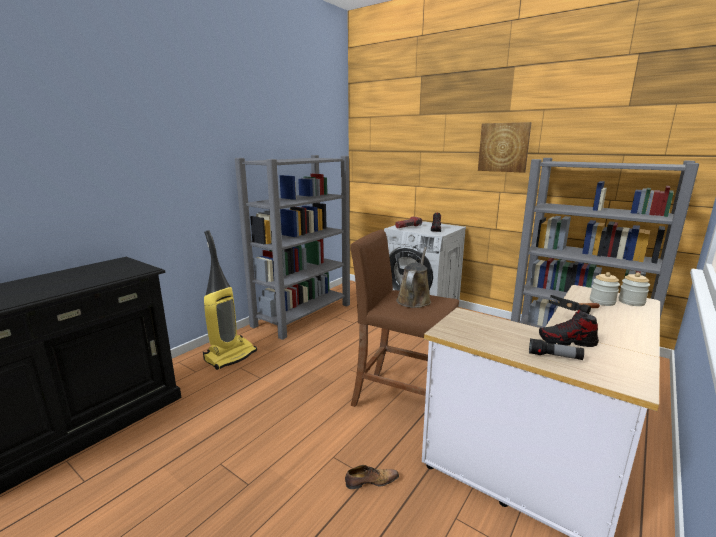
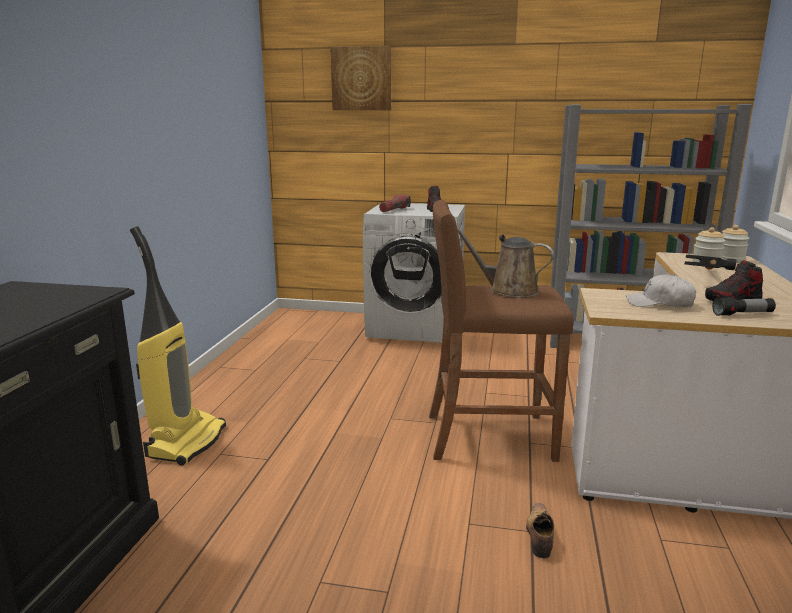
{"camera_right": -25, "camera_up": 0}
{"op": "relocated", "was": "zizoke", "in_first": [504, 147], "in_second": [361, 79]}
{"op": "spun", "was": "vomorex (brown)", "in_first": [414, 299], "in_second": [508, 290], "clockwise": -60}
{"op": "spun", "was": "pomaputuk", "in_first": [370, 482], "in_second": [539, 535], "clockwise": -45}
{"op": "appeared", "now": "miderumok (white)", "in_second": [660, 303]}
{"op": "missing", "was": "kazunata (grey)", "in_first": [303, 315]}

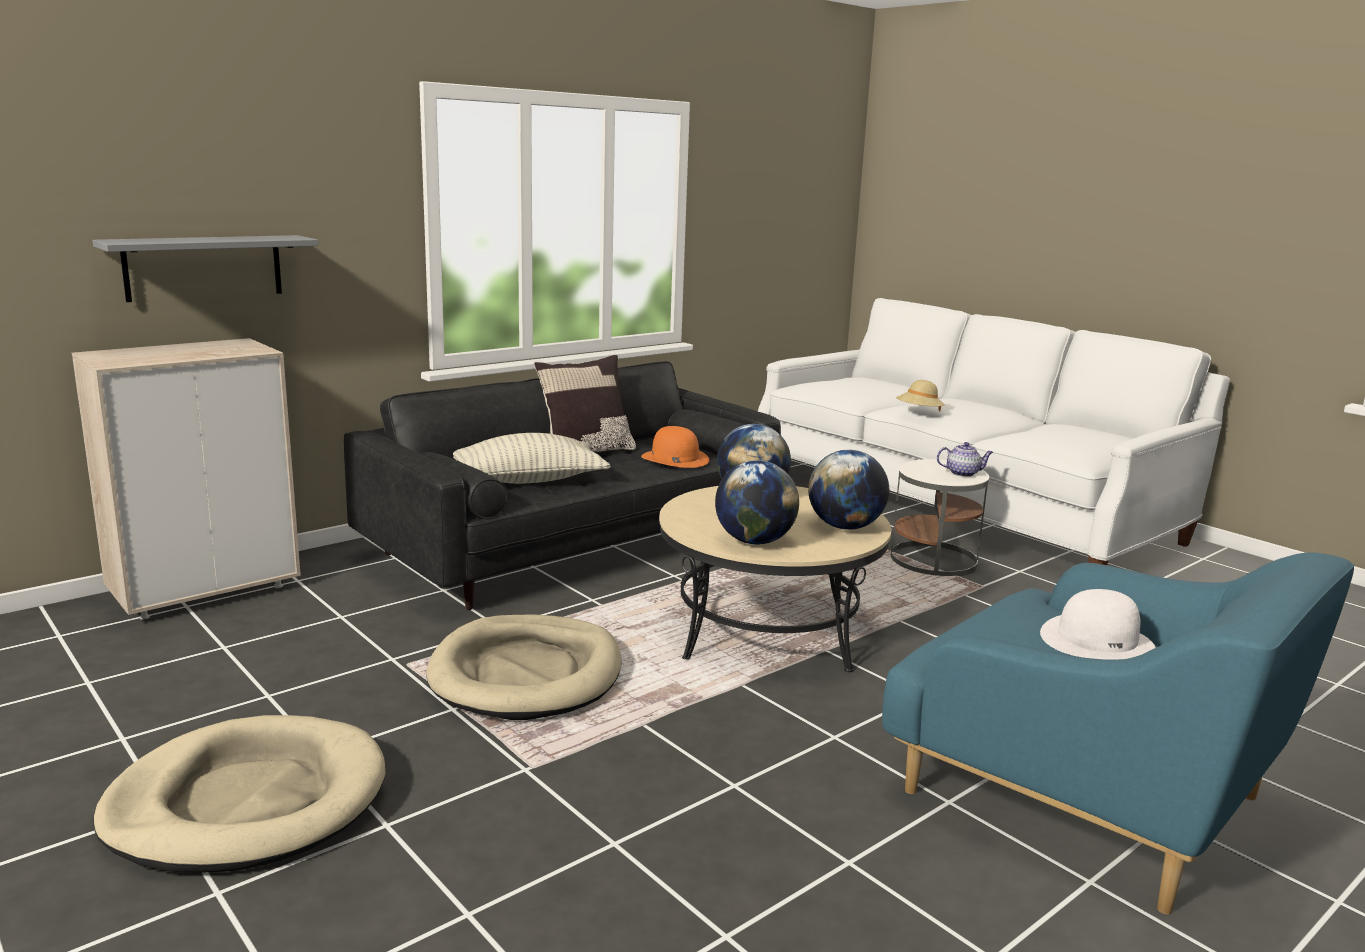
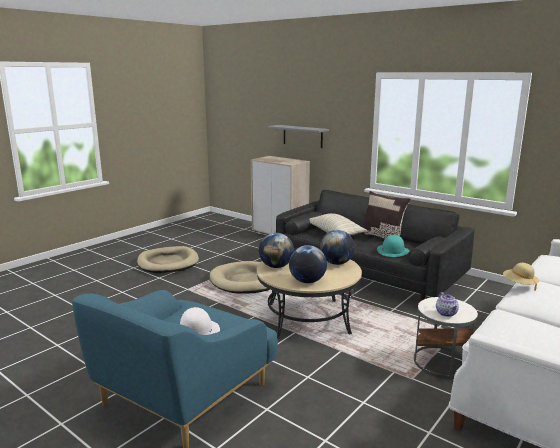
{"camera_right": 80, "camera_up": 0}
{"op": "colour", "was": "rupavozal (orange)", "now": "rupavozal (turquoise)", "in_first": [674, 458], "in_second": [392, 251]}

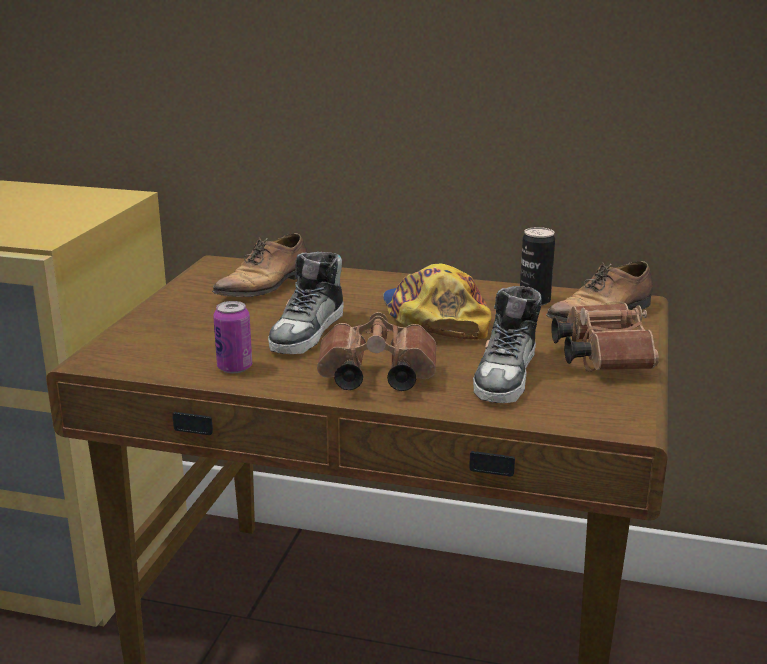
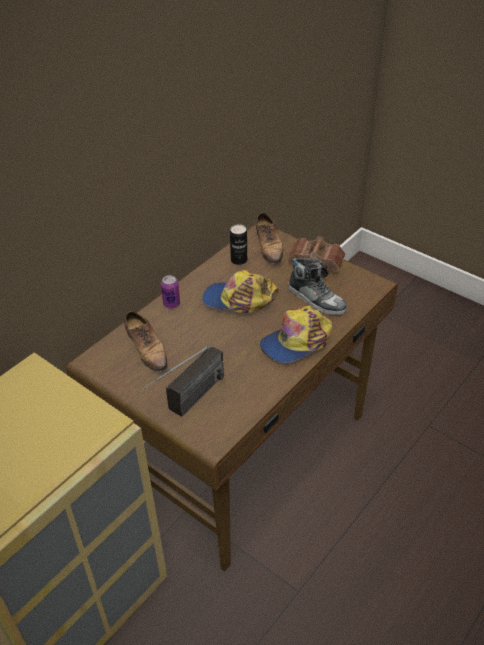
{"camera_right": -65, "camera_up": 20}
{"op": "appeared", "now": "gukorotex", "in_second": [186, 404]}
{"op": "relocated", "was": "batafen", "in_first": [234, 368], "in_second": [171, 304]}
{"op": "exchanged", "was": "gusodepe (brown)", "now": "miderumok", "in_first": [373, 378], "in_second": [296, 341]}
{"op": "missing", "was": "pomaputuk", "in_first": [308, 332]}

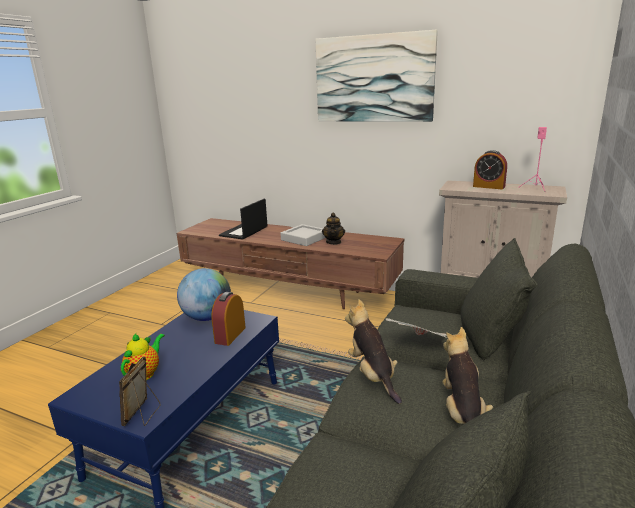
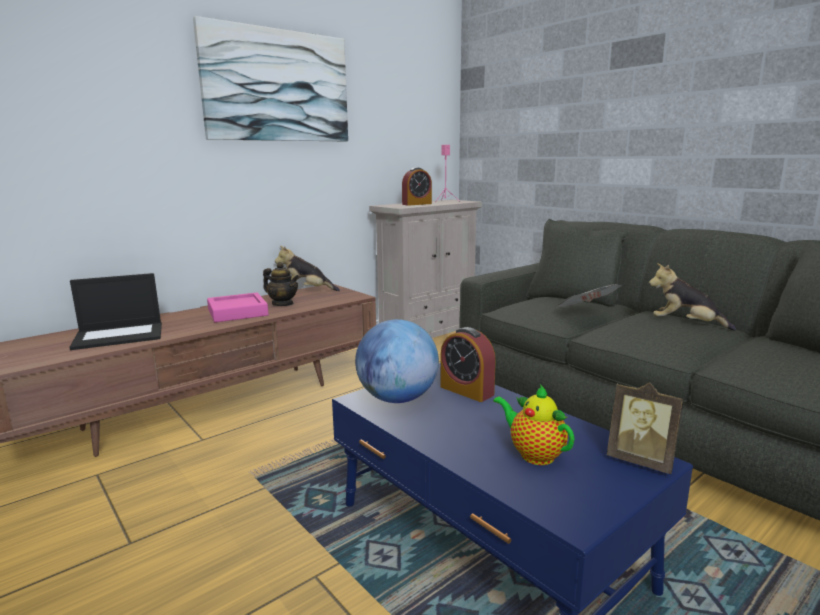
{"camera_right": -65, "camera_up": -5}
{"op": "spun", "was": "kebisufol", "in_first": [244, 232], "in_second": [120, 335], "clockwise": -75}
{"op": "colour", "was": "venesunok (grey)", "now": "venesunok (pink)", "in_first": [304, 238], "in_second": [237, 312]}
{"op": "relocated", "was": "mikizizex", "in_first": [372, 375], "in_second": [307, 291]}

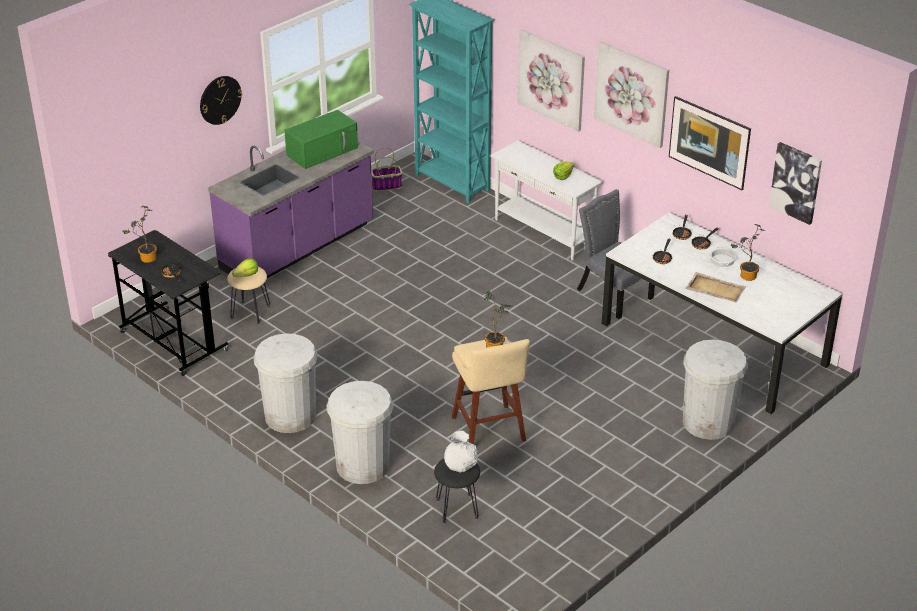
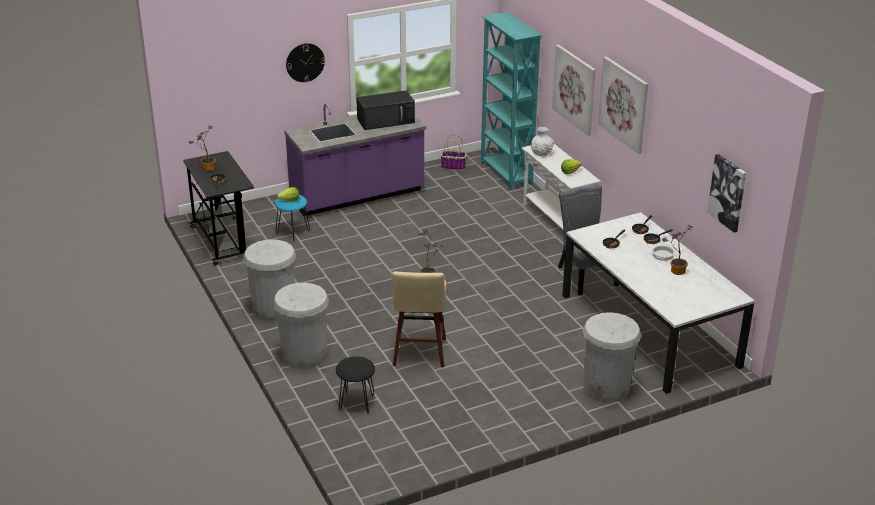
{"camera_right": 20, "camera_up": -5}
{"op": "colour", "was": "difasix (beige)", "now": "difasix (turquoise)", "in_first": [250, 312], "in_second": [293, 233]}
{"op": "colour", "was": "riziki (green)", "now": "riziki (black)", "in_first": [323, 151], "in_second": [386, 120]}
{"op": "relocated", "was": "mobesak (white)", "in_first": [461, 466], "in_second": [542, 153]}
{"op": "missing", "was": "zizoke", "in_first": [707, 157]}
{"op": "missing", "was": "venesunok (beige)", "in_first": [714, 289]}

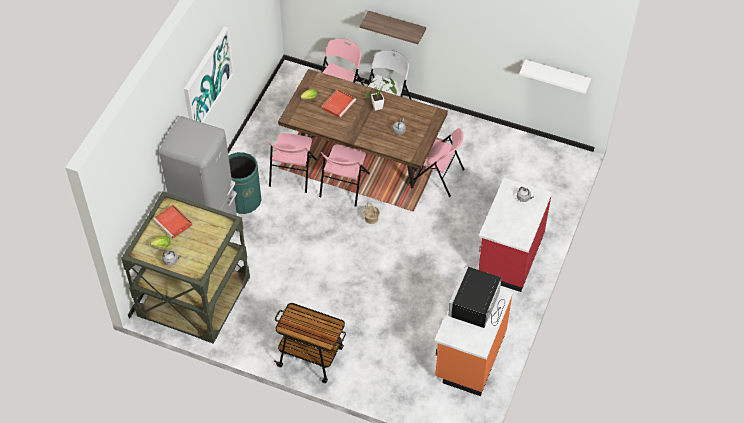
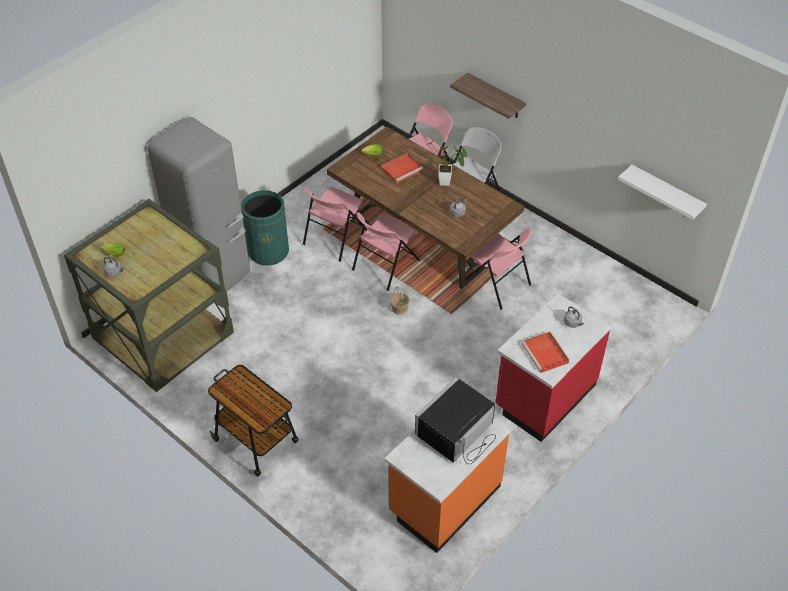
{"camera_right": 20, "camera_up": -5}
{"op": "relocated", "was": "venesunok (red)", "in_first": [173, 223], "in_second": [545, 354]}
{"op": "missing", "was": "zizoke", "in_first": [207, 80]}

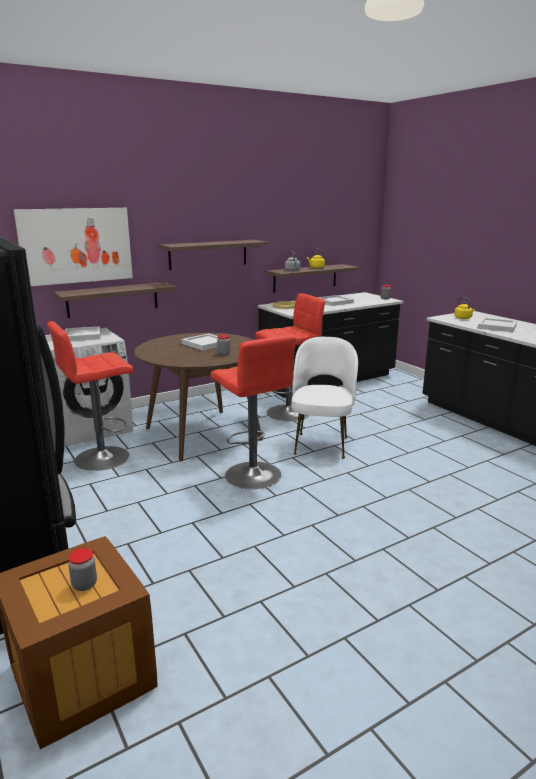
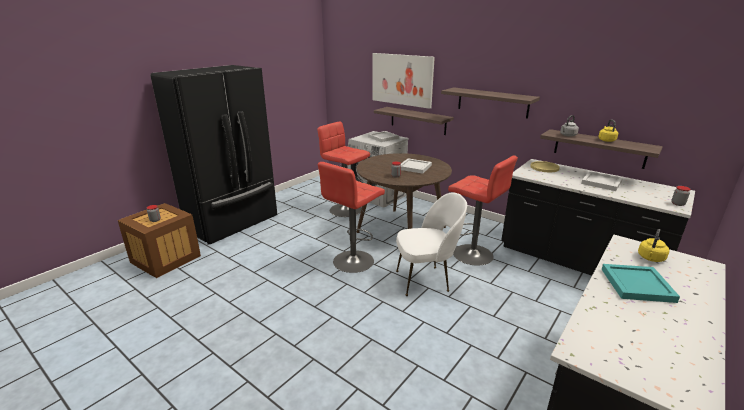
{"camera_right": 70, "camera_up": 5}
{"op": "colour", "was": "venesunok (white)", "now": "venesunok (turquoise)", "in_first": [496, 326], "in_second": [637, 284]}

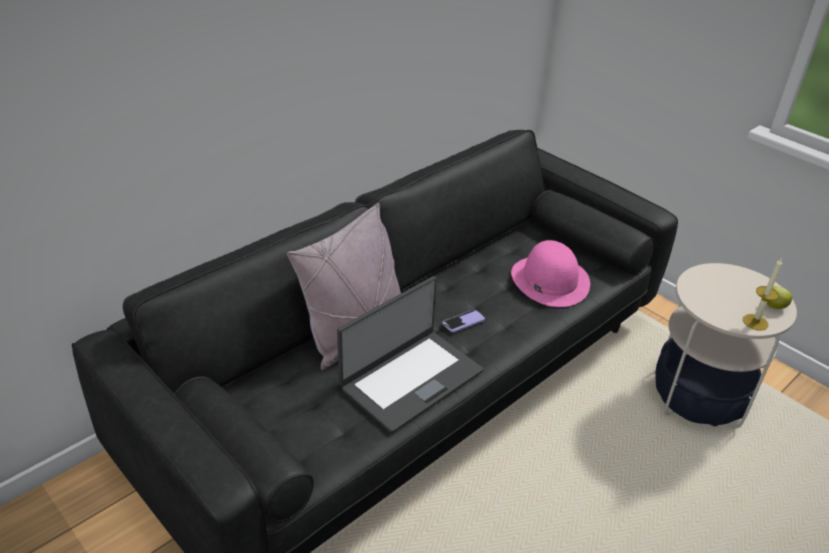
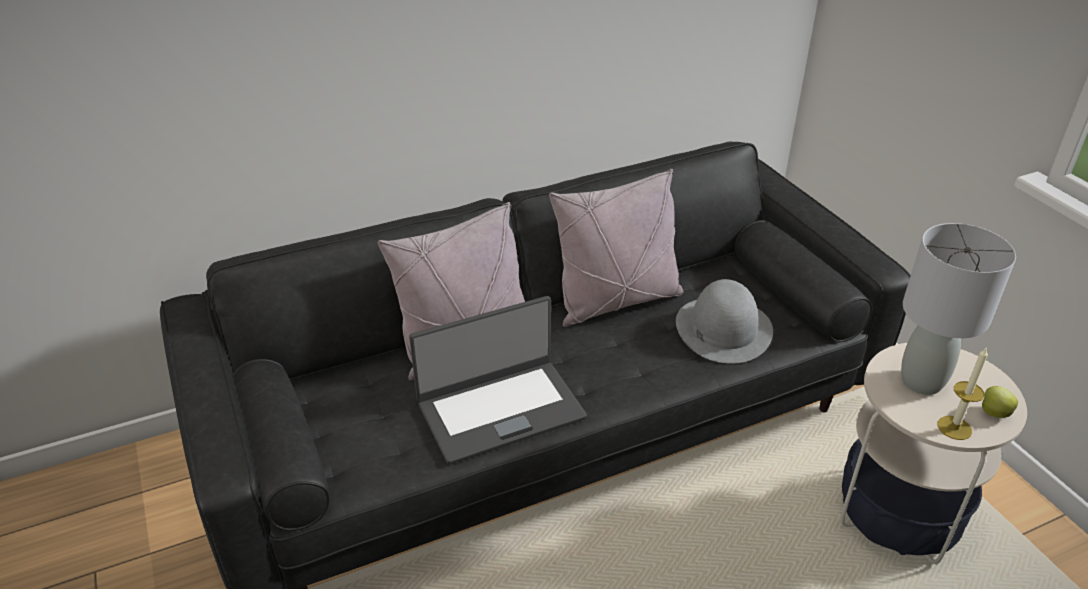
{"camera_right": 20, "camera_up": 0}
{"op": "appeared", "now": "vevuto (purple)", "in_second": [617, 301]}
{"op": "colour", "was": "rupavozal (pink)", "now": "rupavozal (grey)", "in_first": [549, 280], "in_second": [723, 328]}
{"op": "appeared", "now": "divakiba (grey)", "in_second": [921, 382]}
{"op": "missing", "was": "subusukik", "in_first": [463, 322]}

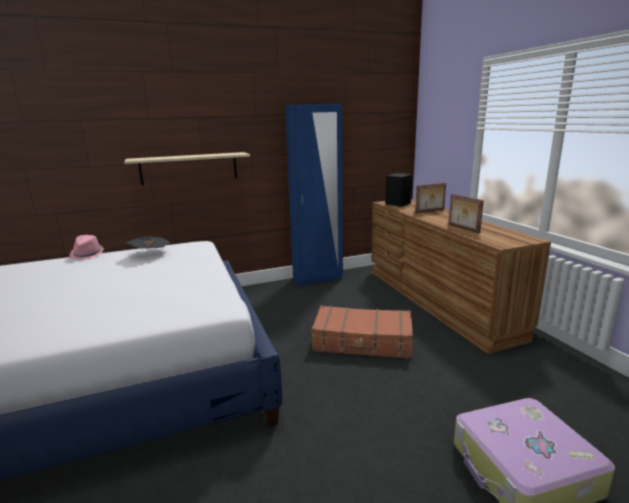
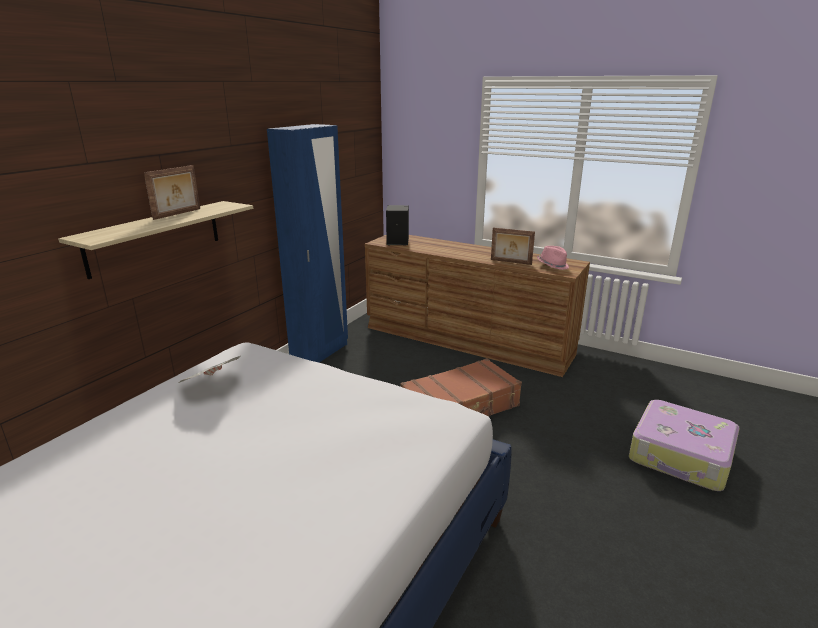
{"camera_right": -40, "camera_up": 5}
{"op": "relocated", "was": "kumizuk", "in_first": [430, 211], "in_second": [178, 214]}
{"op": "relocated", "was": "rupavozal (pink)", "in_first": [88, 255], "in_second": [552, 265]}

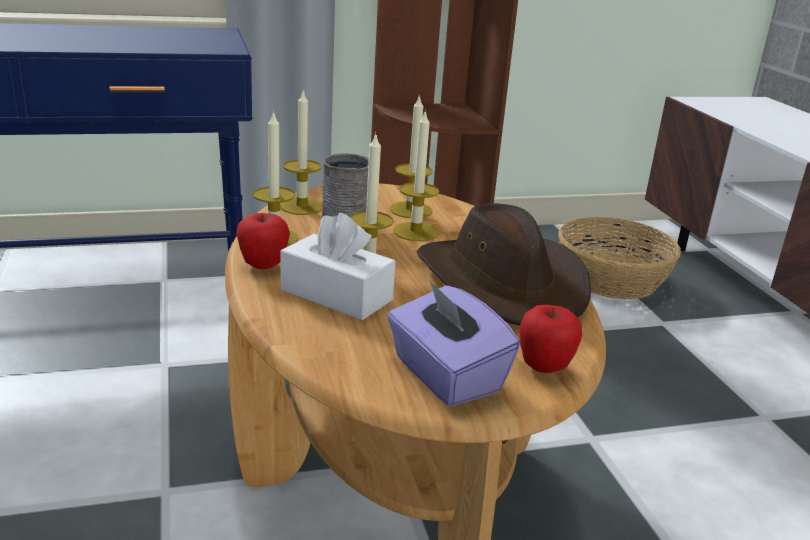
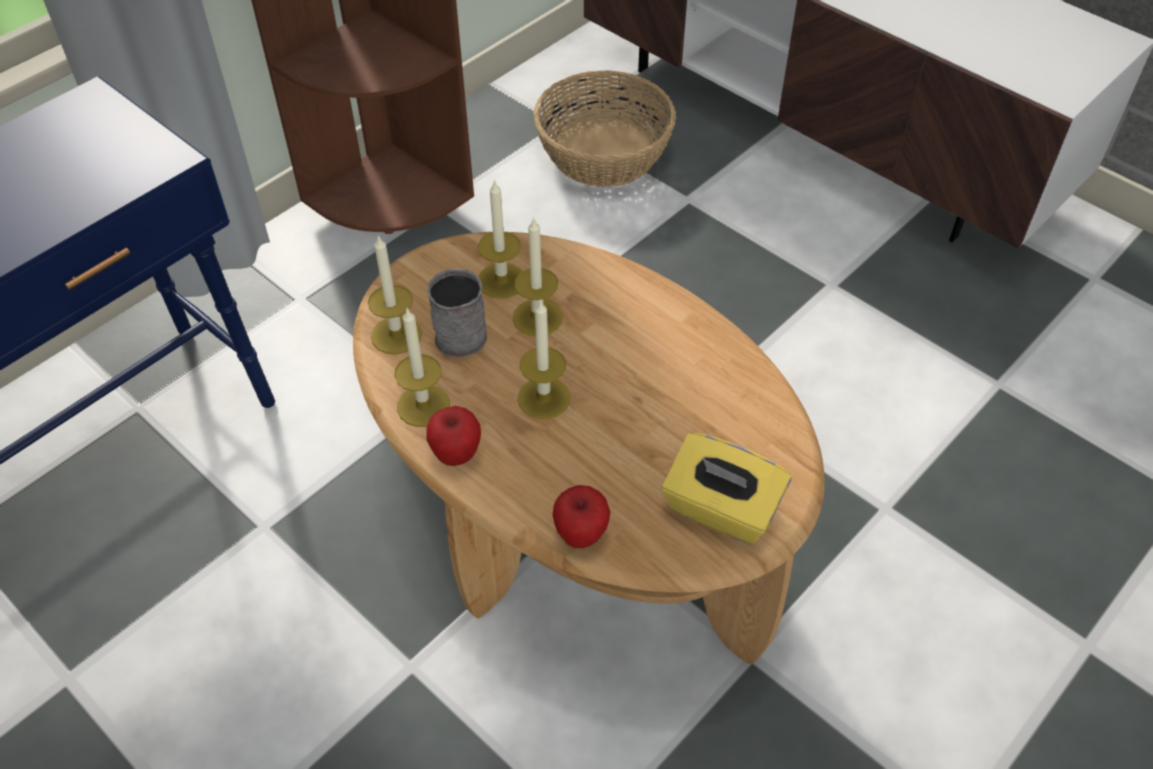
{"camera_right": -30, "camera_up": 25}
{"op": "relocated", "was": "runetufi", "in_first": [544, 367], "in_second": [581, 535]}
{"op": "colour", "was": "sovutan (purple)", "now": "sovutan (yellow)", "in_first": [445, 376], "in_second": [720, 510]}
{"op": "missing", "was": "sovutan (white)", "in_first": [336, 295]}
{"op": "missing", "was": "rupavozal (brown)", "in_first": [503, 283]}

